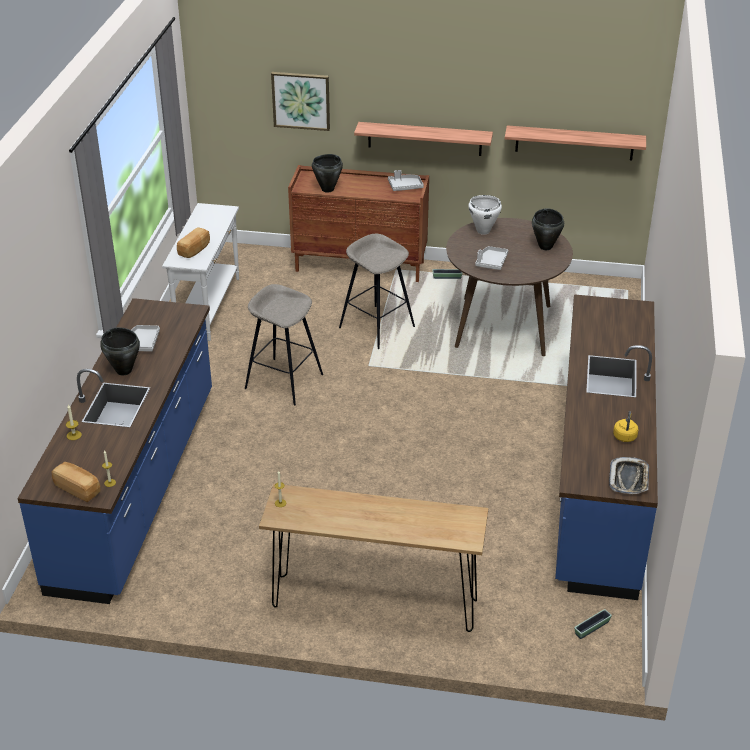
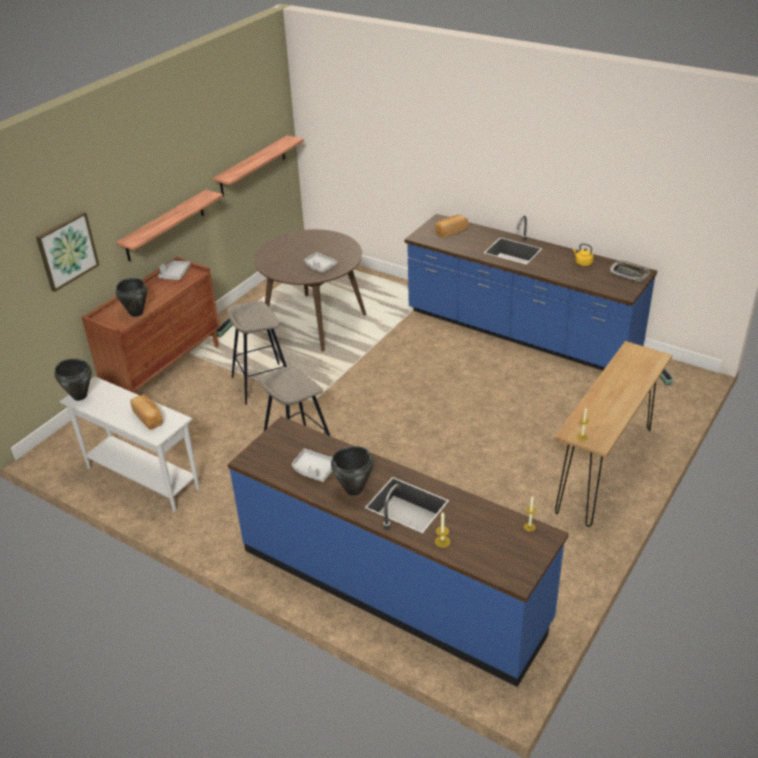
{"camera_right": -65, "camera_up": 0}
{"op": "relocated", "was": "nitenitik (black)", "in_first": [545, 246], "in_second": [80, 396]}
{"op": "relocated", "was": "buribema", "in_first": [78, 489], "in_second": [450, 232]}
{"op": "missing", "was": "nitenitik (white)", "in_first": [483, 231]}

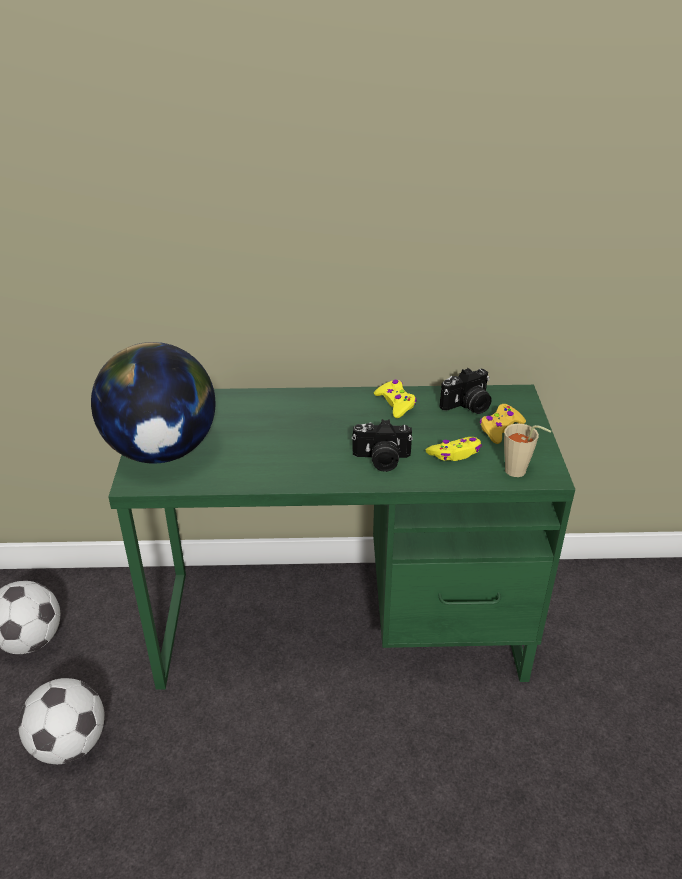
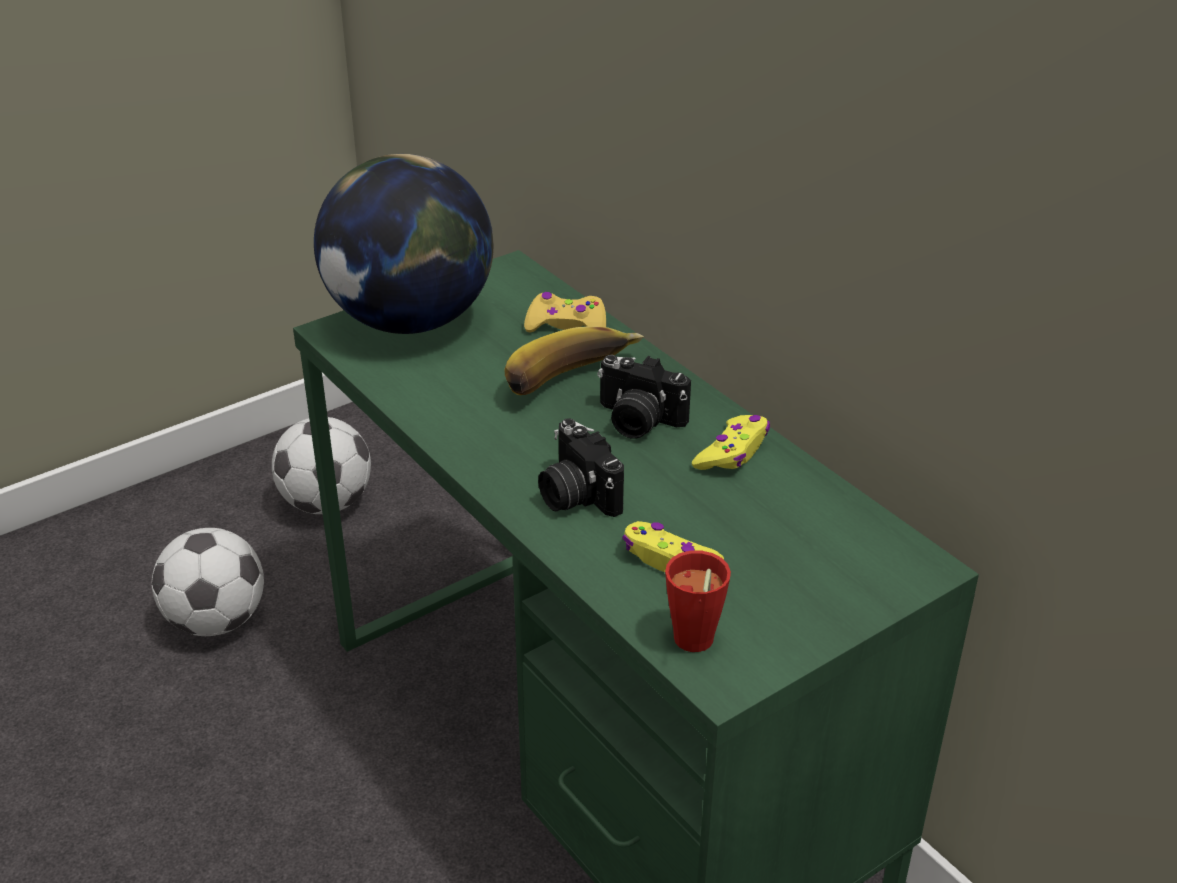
{"camera_right": 55, "camera_up": 0}
{"op": "appeared", "now": "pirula", "in_second": [573, 383]}
{"op": "relocated", "was": "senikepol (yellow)", "in_first": [500, 429], "in_second": [566, 325]}
{"op": "relocated", "was": "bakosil", "in_first": [467, 406], "in_second": [637, 421]}
{"op": "colour", "was": "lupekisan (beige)", "now": "lupekisan (red)", "in_first": [519, 472], "in_second": [692, 645]}

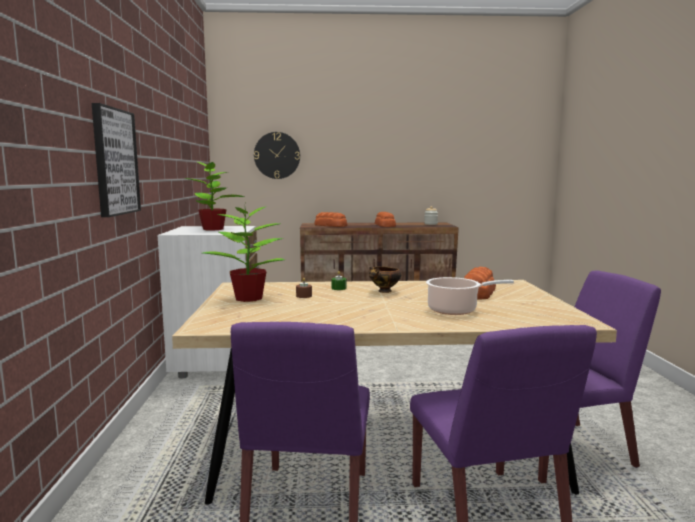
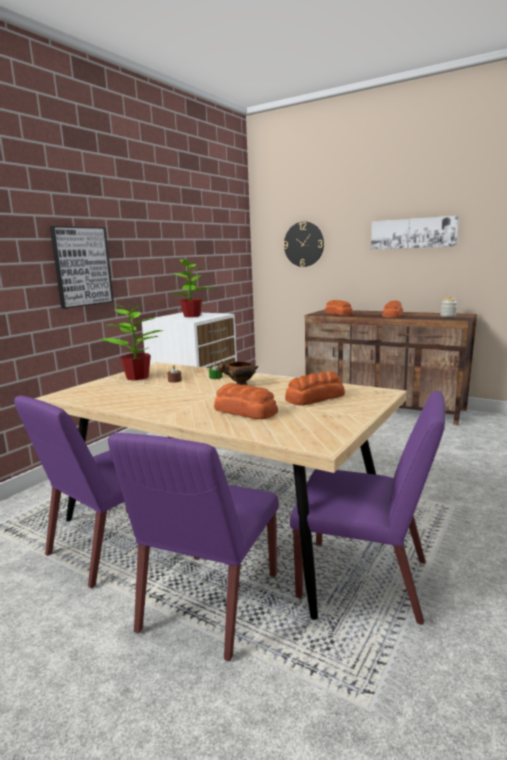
{"camera_right": 35, "camera_up": 5}
{"op": "exchanged", "was": "nitenitik", "now": "buribema", "in_first": [455, 310], "in_second": [246, 411]}
{"op": "appeared", "now": "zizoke", "in_second": [413, 233]}

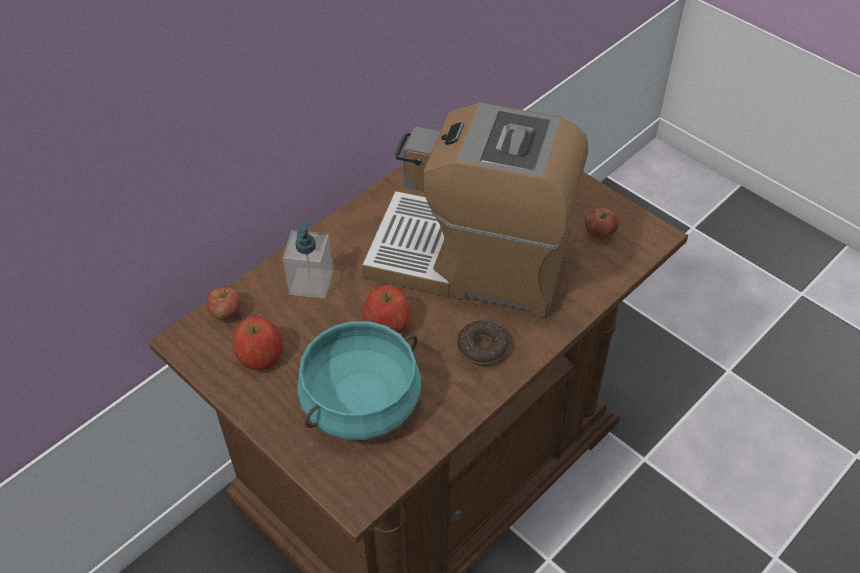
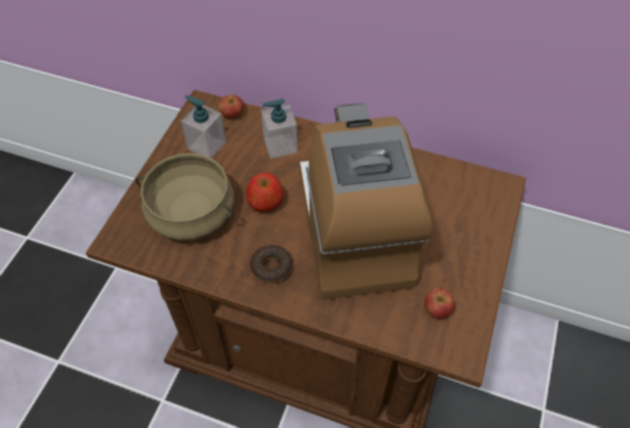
{"camera_right": 65, "camera_up": 5}
{"op": "colour", "was": "nitenitik (turquoise)", "now": "nitenitik (beige)", "in_first": [361, 403], "in_second": [191, 214]}
{"op": "exchanged", "was": "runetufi", "now": "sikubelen", "in_first": [260, 355], "in_second": [206, 145]}

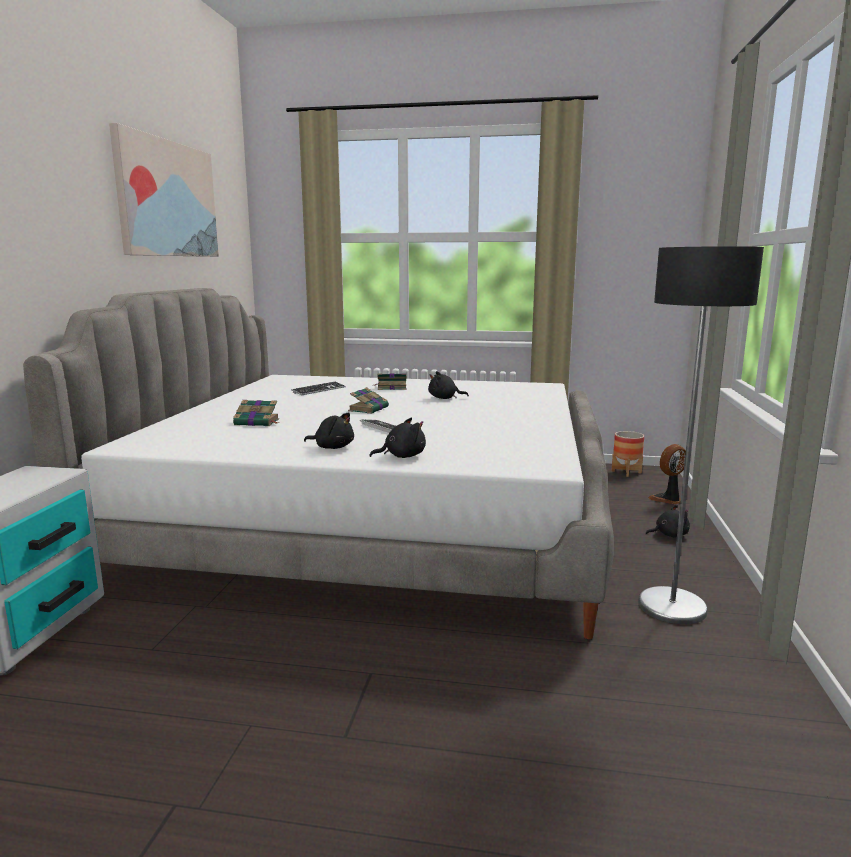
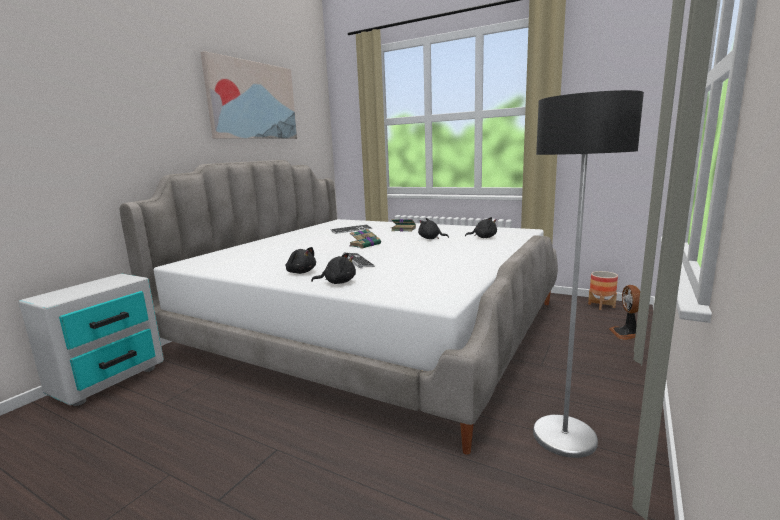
{"camera_right": 20, "camera_up": 0}
{"op": "relocated", "was": "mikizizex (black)", "in_first": [669, 535], "in_second": [483, 237]}
{"op": "spun", "was": "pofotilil", "in_first": [668, 499], "in_second": [626, 334], "clockwise": -75}
{"op": "missing", "was": "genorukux", "in_first": [257, 422]}

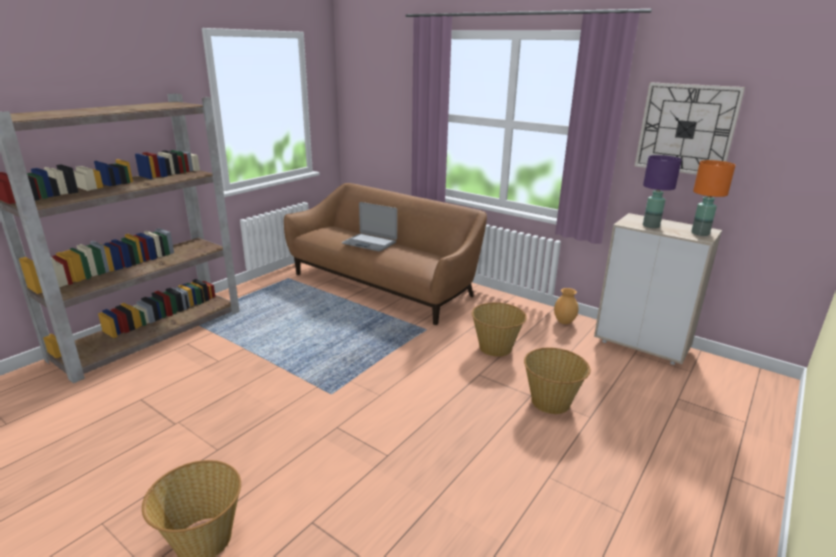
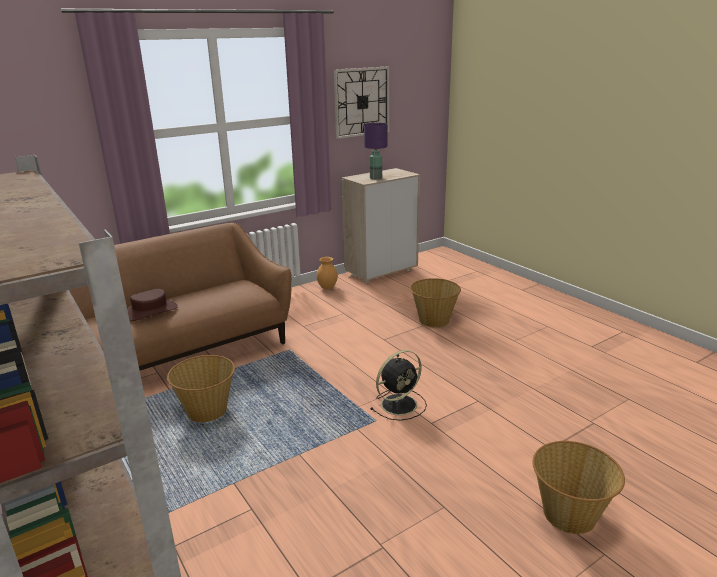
{"camera_right": -70, "camera_up": 0}
{"op": "exchanged", "was": "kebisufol", "now": "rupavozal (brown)", "in_first": [369, 243], "in_second": [150, 311]}
{"op": "relocated", "was": "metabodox", "in_first": [496, 347], "in_second": [207, 410]}
{"op": "appeared", "now": "pofotilil (black)", "in_second": [400, 404]}
{"op": "missing", "was": "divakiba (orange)", "in_first": [700, 233]}

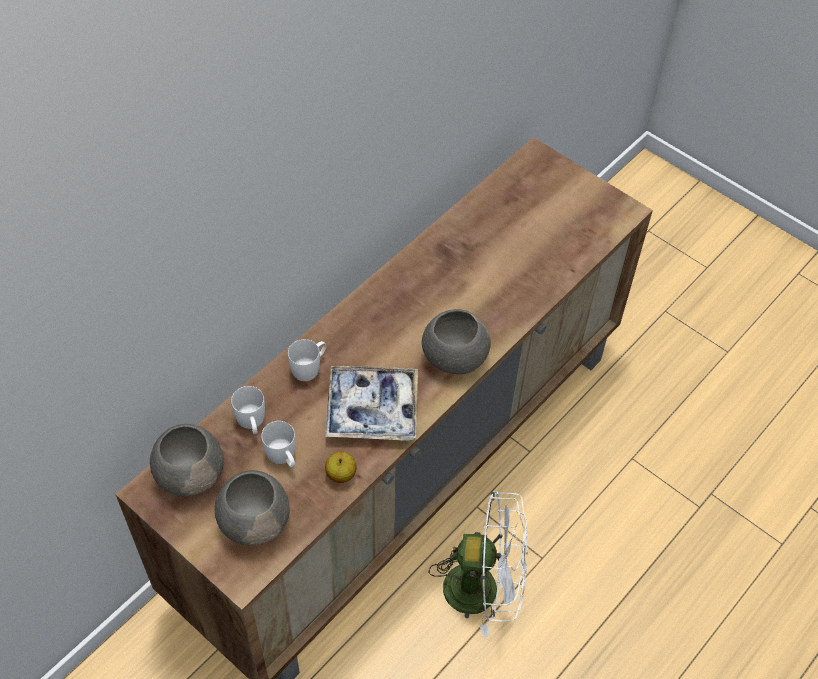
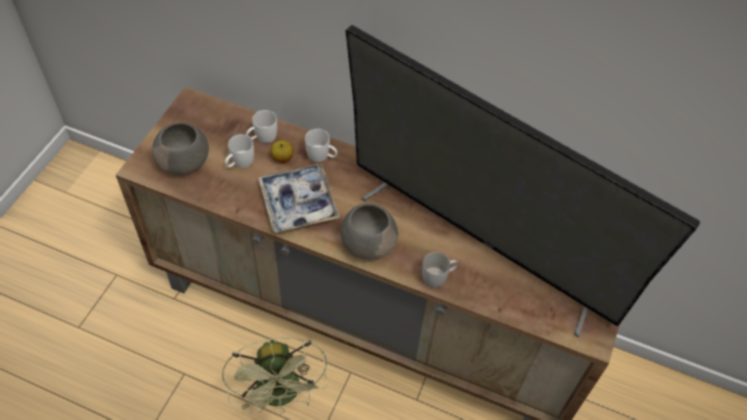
{"camera_right": 70, "camera_up": 0}
{"op": "colour", "was": "pofotilil (white)", "now": "pofotilil (green)", "in_first": [483, 588], "in_second": [281, 395]}
{"op": "relocated", "was": "runetufi", "in_first": [341, 474], "in_second": [282, 158]}
{"op": "appeared", "now": "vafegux", "in_second": [479, 243]}
{"op": "appeared", "now": "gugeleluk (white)", "in_second": [438, 276]}
{"op": "missing", "was": "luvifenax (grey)", "in_first": [190, 472]}

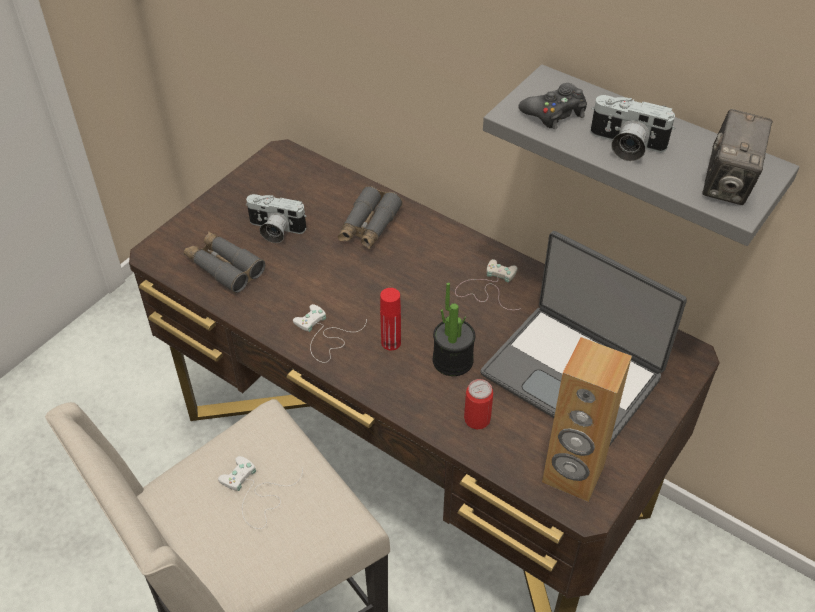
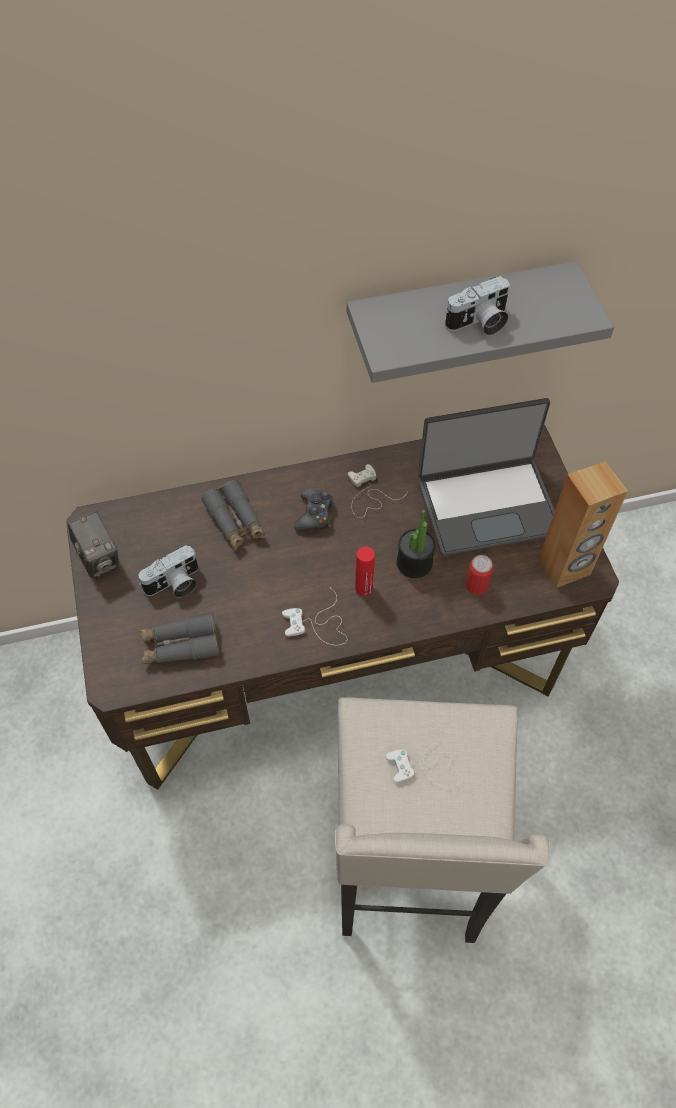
{"camera_right": -50, "camera_up": 10}
{"op": "relocated", "was": "bakosil", "in_first": [728, 185], "in_second": [99, 558]}
{"op": "relocated", "was": "senikepol (black)", "in_first": [555, 113], "in_second": [314, 514]}

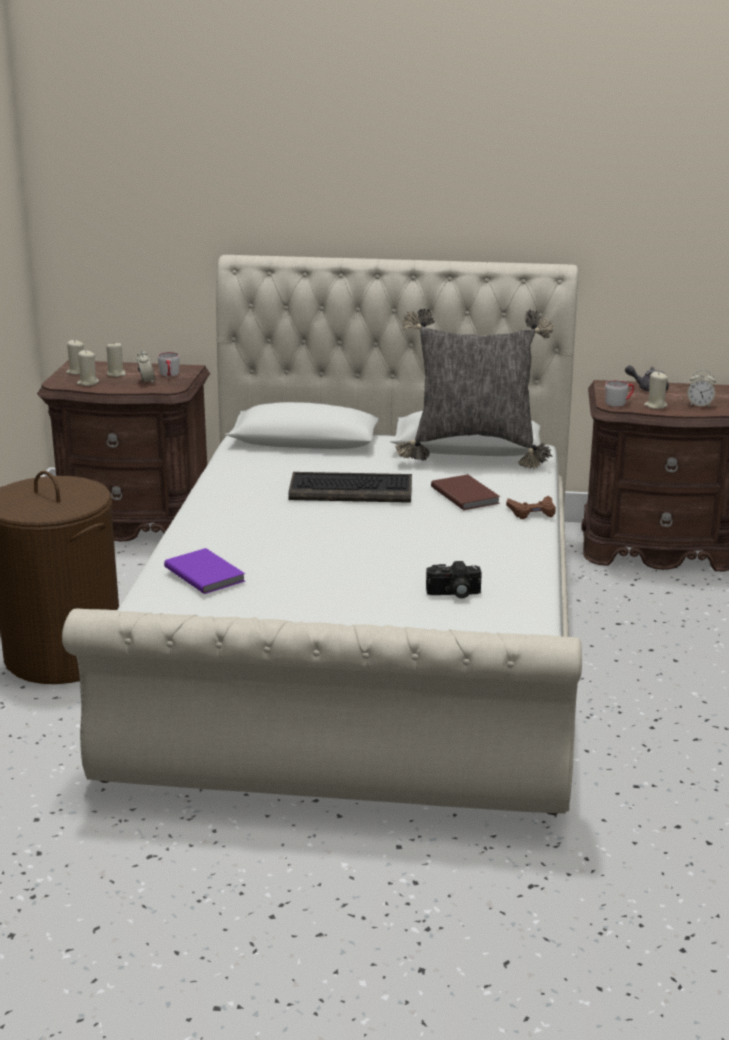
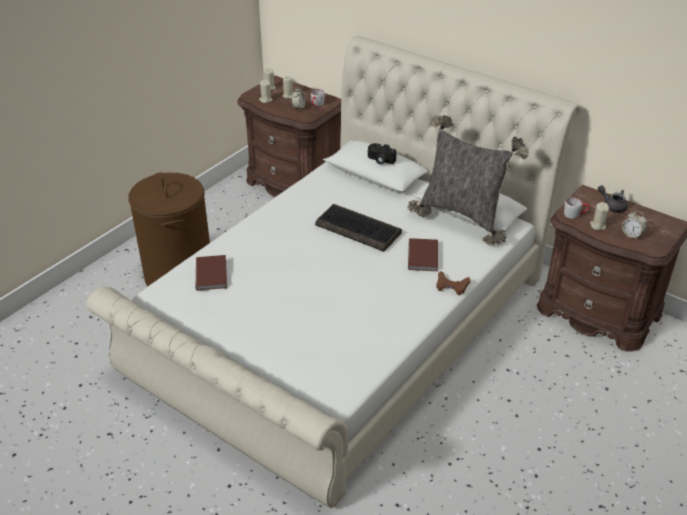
{"camera_right": 30, "camera_up": 15}
{"op": "colour", "was": "genorukux (purple)", "now": "genorukux (brown)", "in_first": [205, 573], "in_second": [212, 273]}
{"op": "relocated", "was": "bakosil", "in_first": [453, 593], "in_second": [380, 160]}

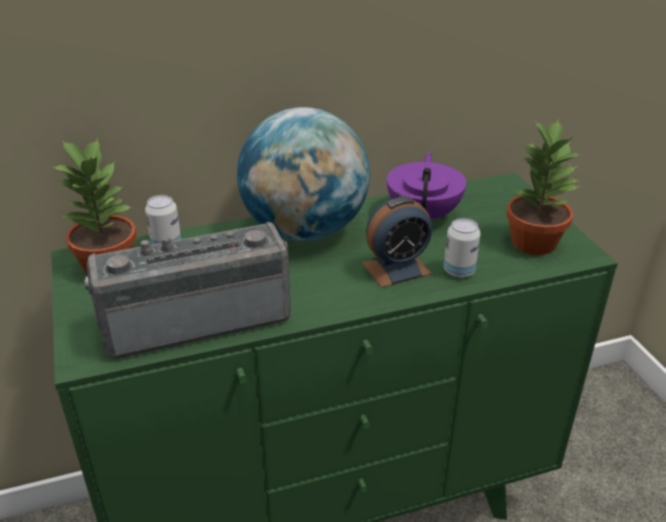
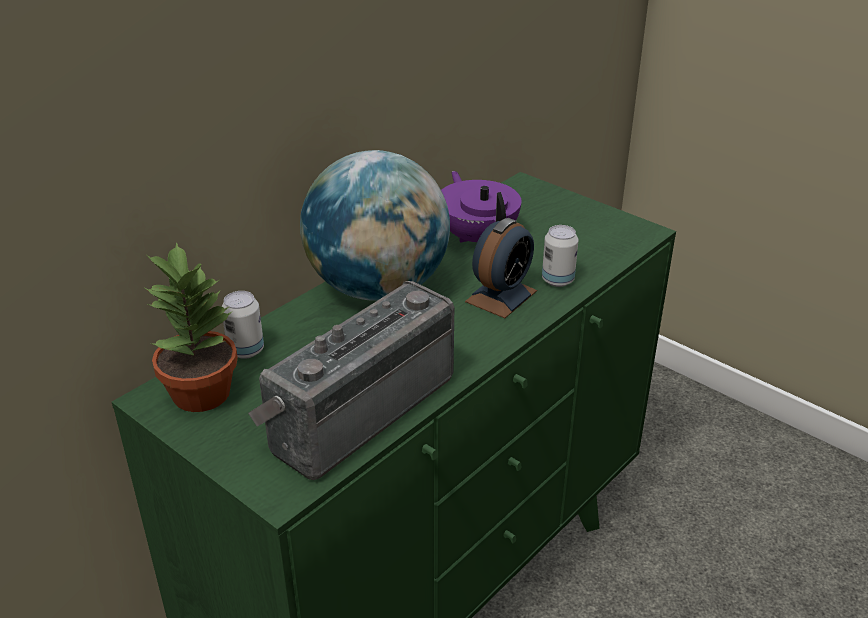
{"camera_right": -30, "camera_up": 0}
{"op": "missing", "was": "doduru", "in_first": [533, 241]}

